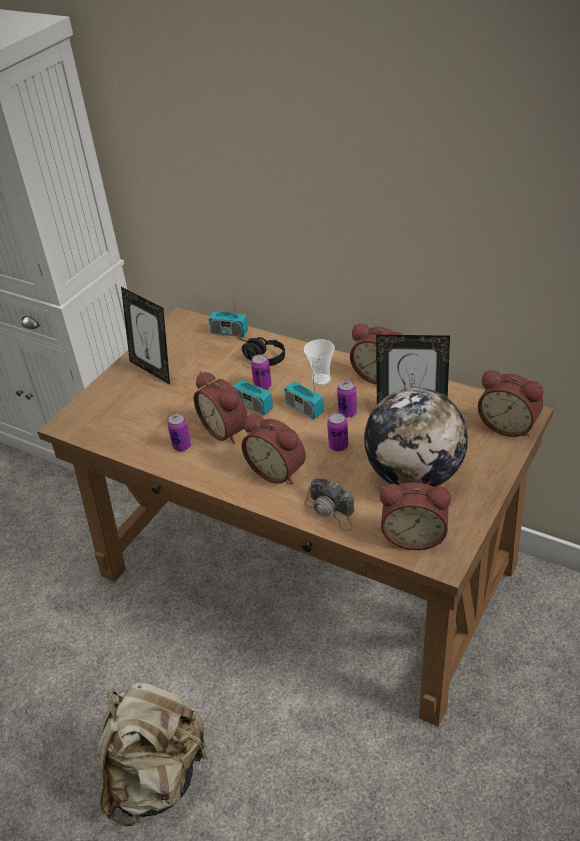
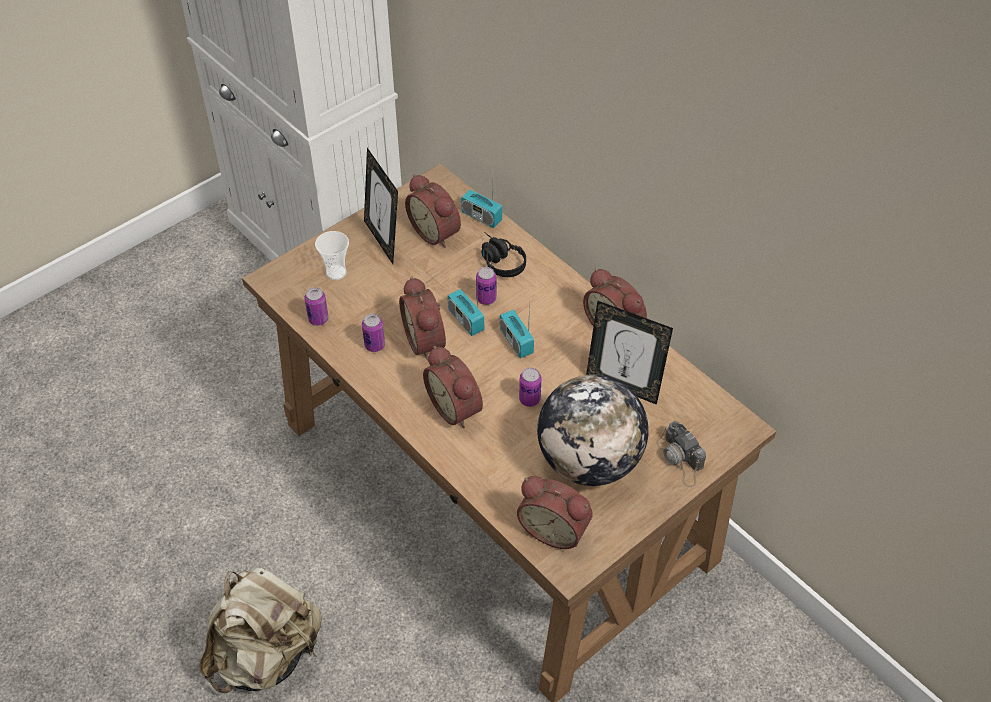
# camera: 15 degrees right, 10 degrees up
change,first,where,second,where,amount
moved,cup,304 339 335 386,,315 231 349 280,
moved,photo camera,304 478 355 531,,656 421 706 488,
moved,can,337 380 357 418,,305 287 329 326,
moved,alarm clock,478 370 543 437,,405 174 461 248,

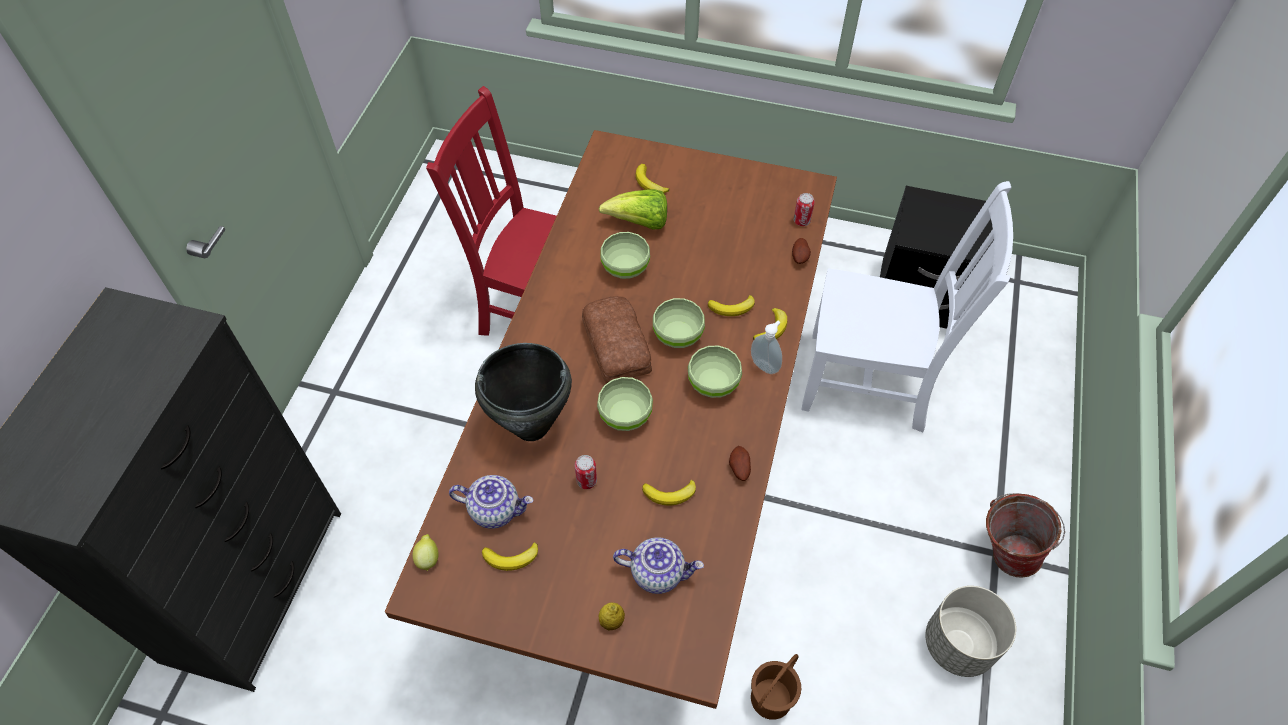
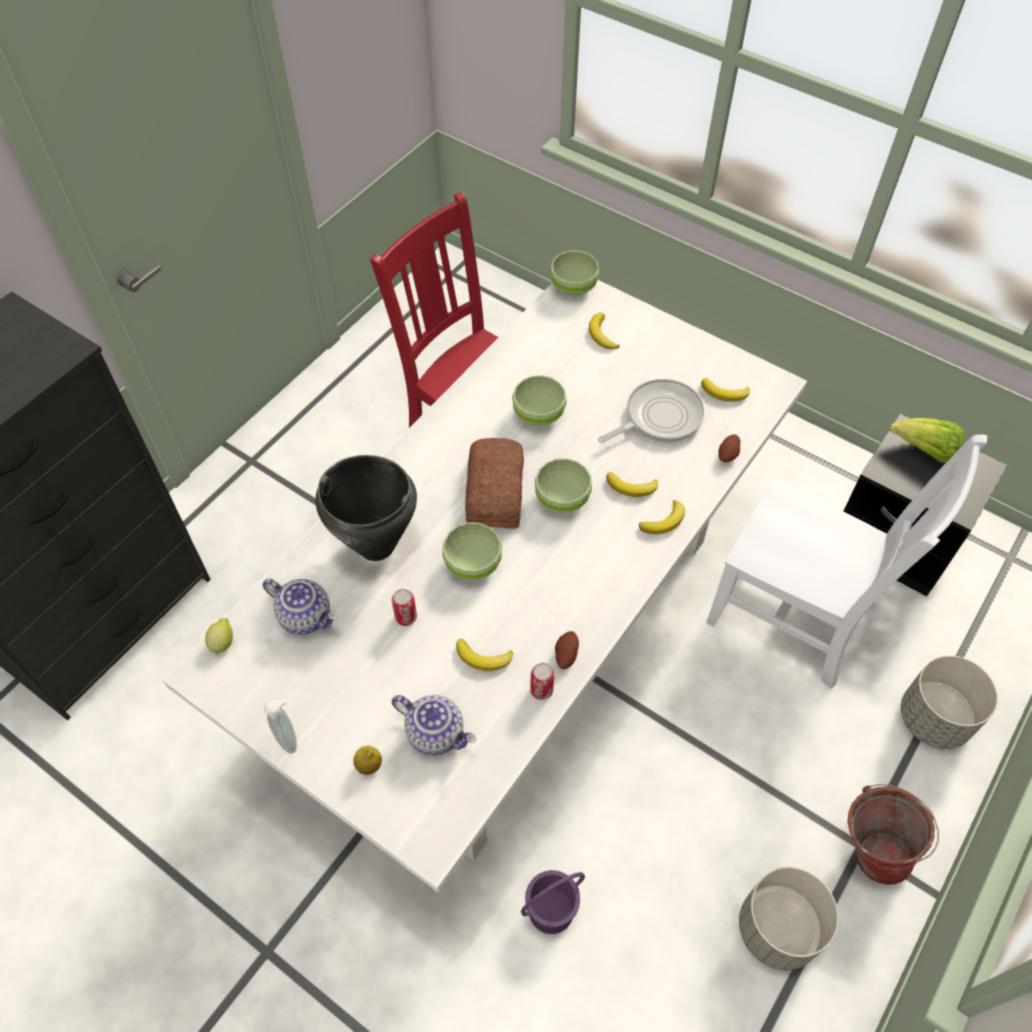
# camera: 20 degrees right, 0 degrees up
change,first,where,second,where,amount
recoloured,brown dining table,385 130 837 709,white dining table,162 280 807 892,
moved,banana,482 542 538 571,,701 378 750 402,
moved,lettuce,598 189 667 230,,890 418 965 463,
moved,green bowl,688 346 742 398,,550 250 599 296,
moved,soap dispenser,751 321 782 374,,264 699 297 754,
recoloured,brown bucket,751 654 801 720,purple bucket,521 870 585 934,
moved,can,794 193 815 226,,530 663 554 700,
added,,,frying pan,598 379 705 443,
added,,,grey planter,901 656 998 749,

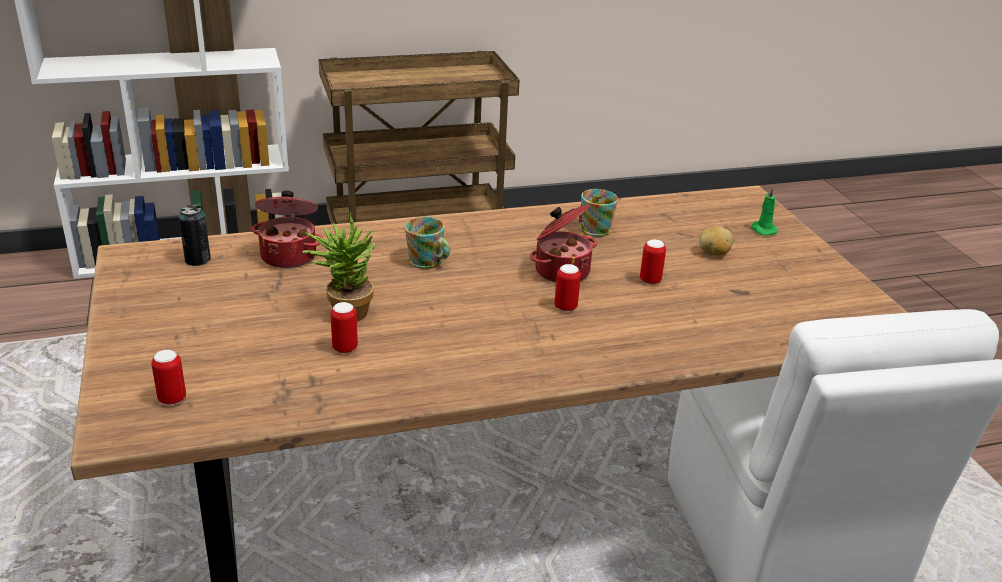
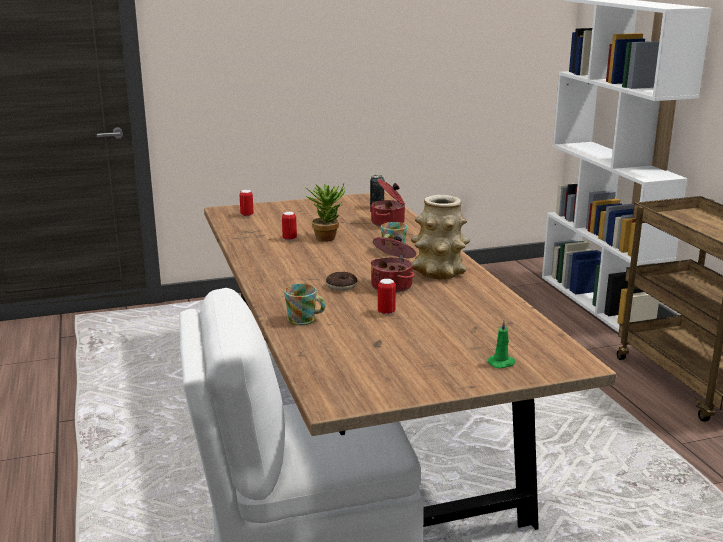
# camera: 90 degrees right, 10 degrees down
change,first,where,second,where,amount
replaced,can,554 264 581 312,donut,326 272 358 291,
moved,mug,580 189 618 237,,284 284 326 325,
removed,potato,699 226 733 255,,,
added,,,vase,411 195 470 279,

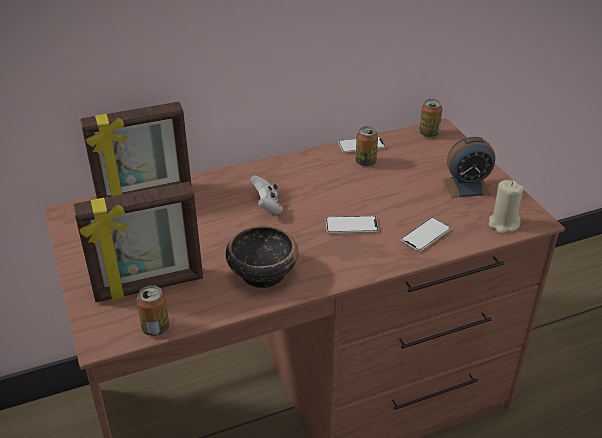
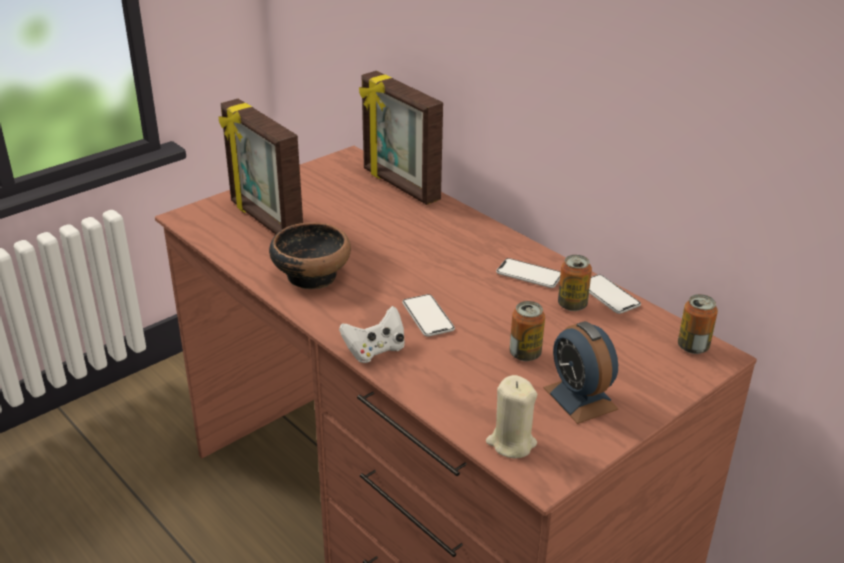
# camera: 70 degrees right, 5 degrees down
change,first,where,second,where,amount
moved,can,137 285 169 336,,510 301 545 361,
moved,white game controller,250 175 283 215,,339 306 405 363,
moved,phone,401 217 451 251,,496 258 561 288,

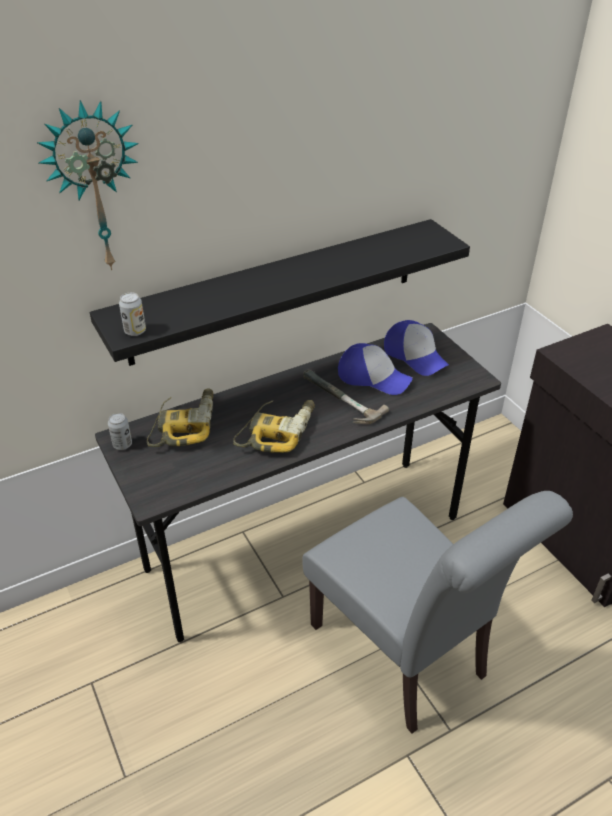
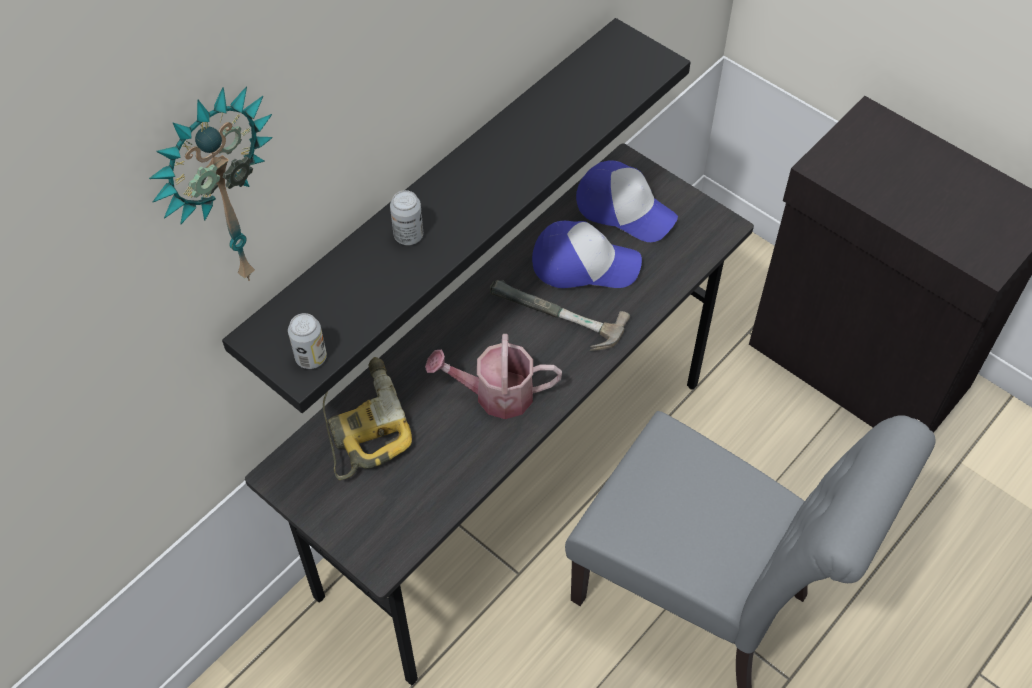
# camera: 20 degrees left, 15 degrees up
change,first,where,second,where,amount
moved,can,108 413 132 450,,390 190 423 245,
replaced,power drill,233 400 315 453,watering can,425 334 562 419,

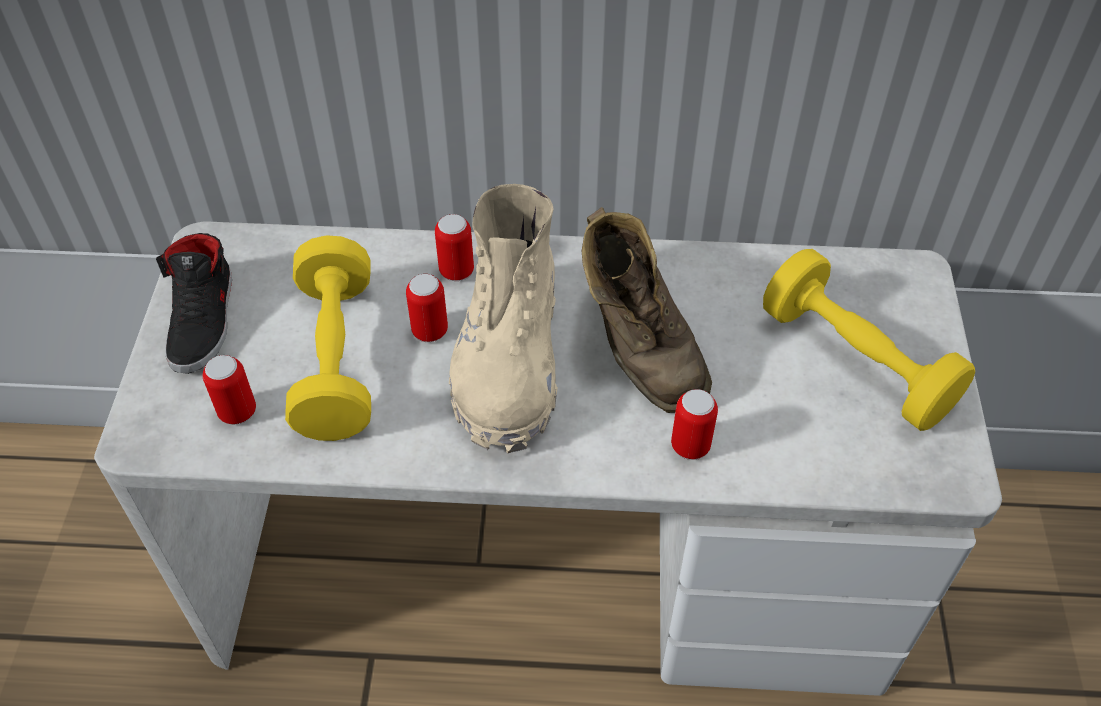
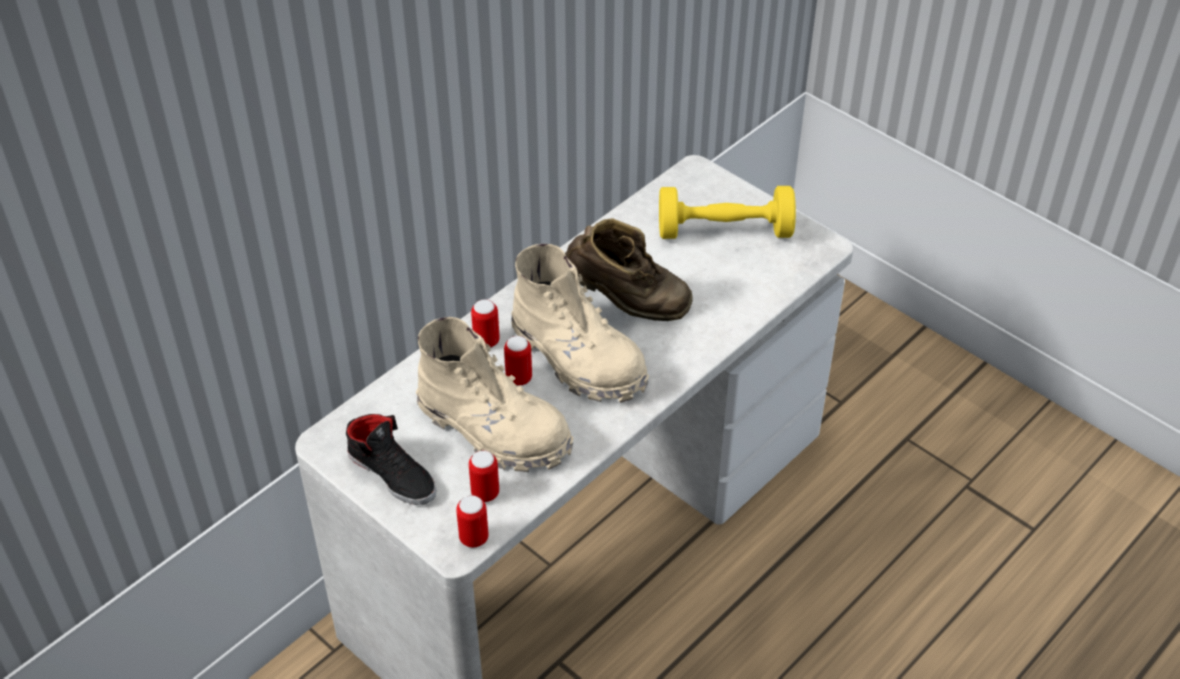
# camera: 50 degrees left, 5 degrees down
change,first,where,second,where,amount
replaced,yellow dumbbell,285 235 371 441,beige boot,416 317 574 472,
moved,can,671 389 718 460,,456 495 489 548,

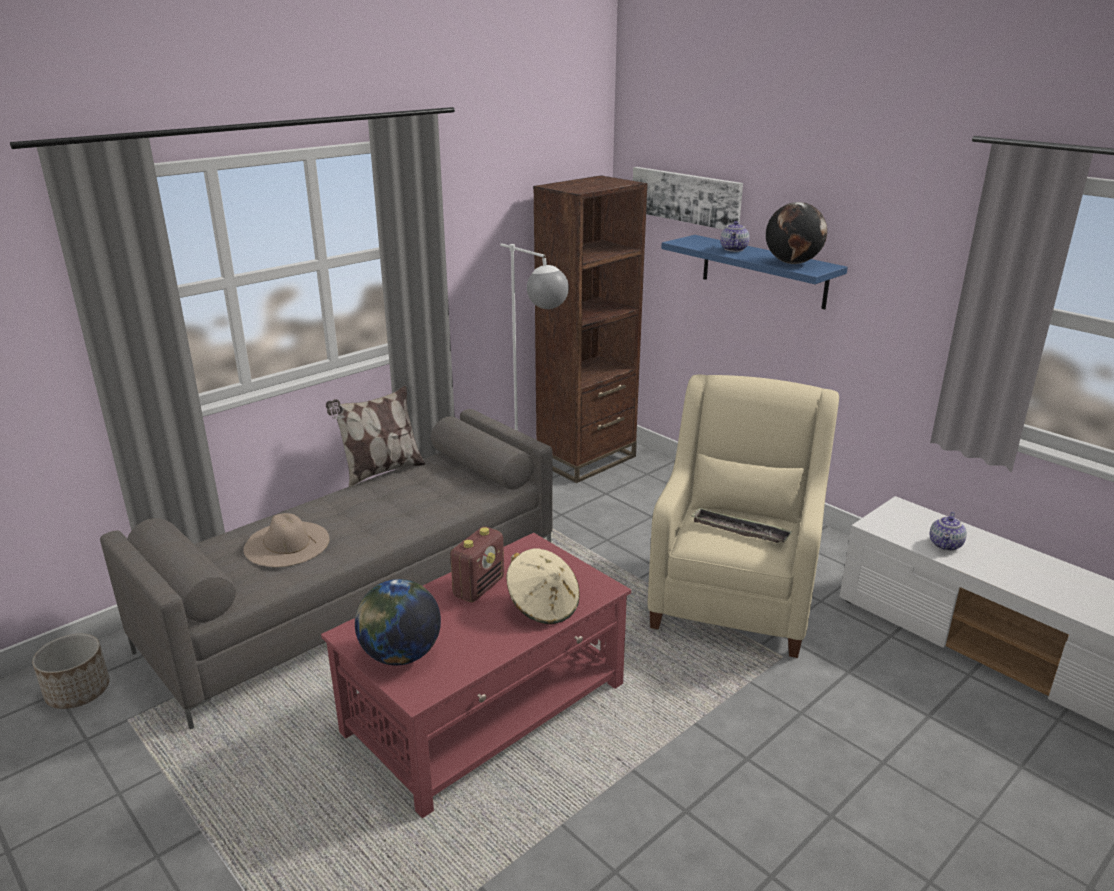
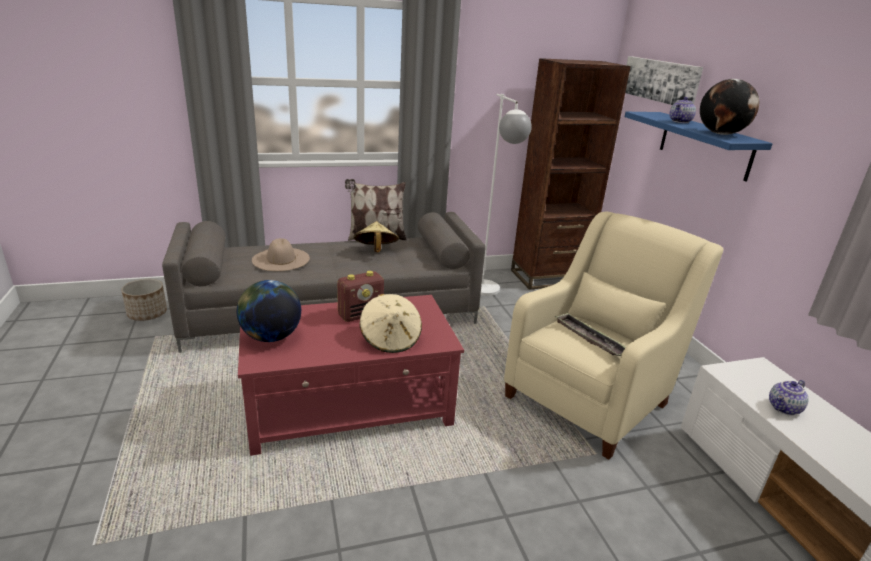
# camera: 25 degrees right, 0 degrees up
change,first,where,second,where,amount
added,,,beige hat,354 221 399 252,

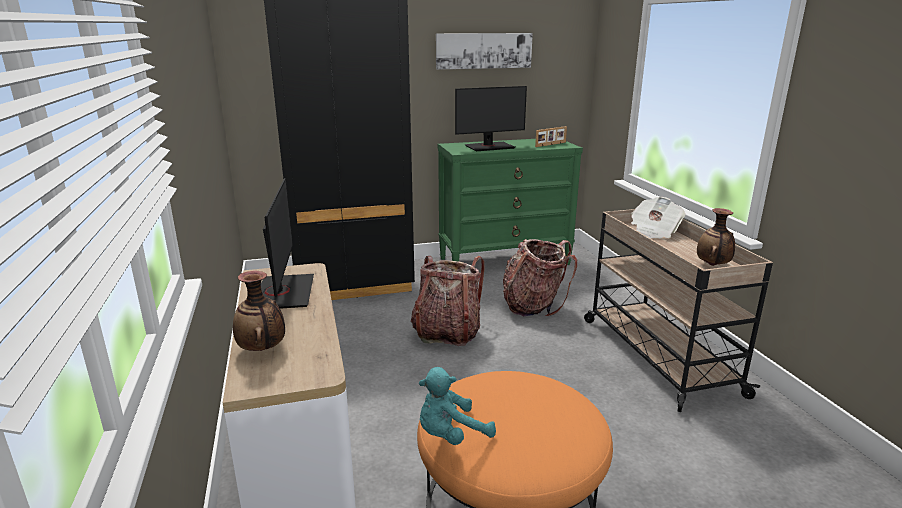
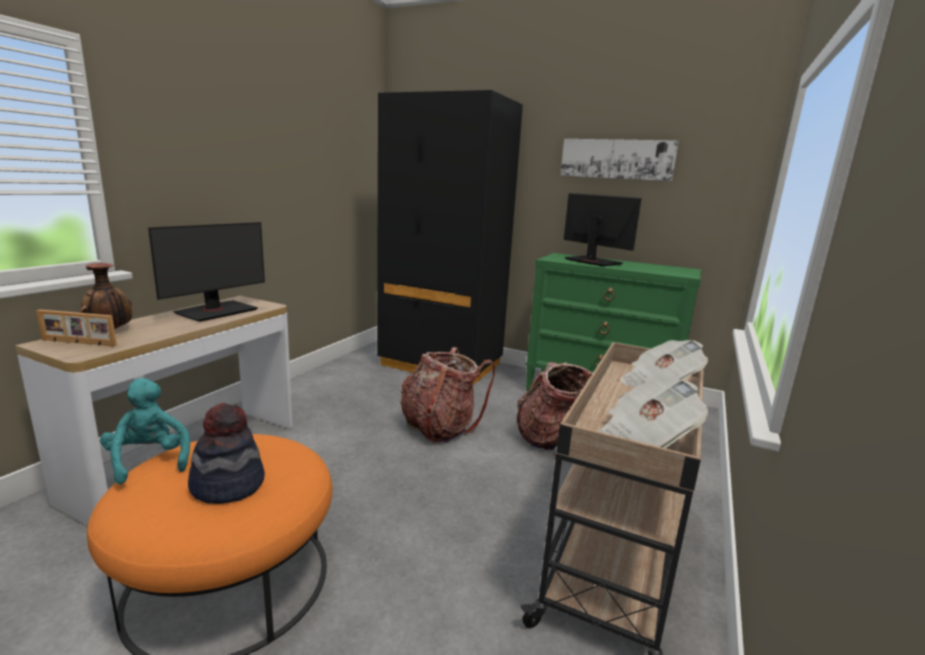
# camera: 40 degrees right, 5 degrees down
change,first,where,second,where,amount
turned,turquoise plush toy,419 367 496 445,,100 378 190 484,45 degrees clockwise
turned,monitor,455 86 527 151,,563 193 641 266,150 degrees counterclockwise
moved,picture frame,535 126 567 147,,36 309 117 346,
replaced,vase,697 208 735 266,newspaper,598 379 708 448,
added,,,hat,188 403 265 504,

